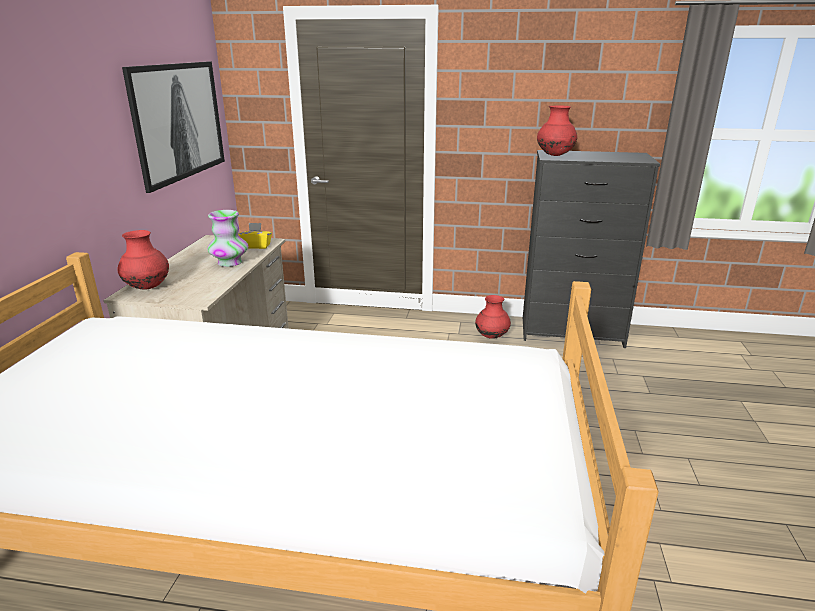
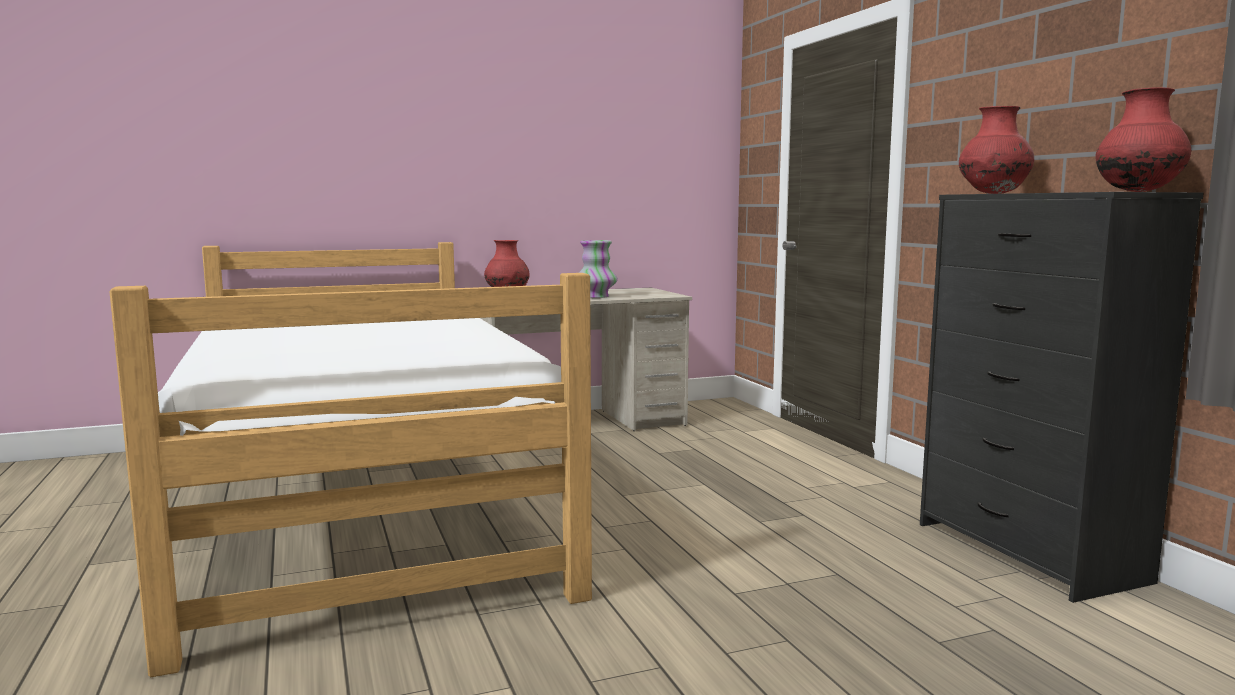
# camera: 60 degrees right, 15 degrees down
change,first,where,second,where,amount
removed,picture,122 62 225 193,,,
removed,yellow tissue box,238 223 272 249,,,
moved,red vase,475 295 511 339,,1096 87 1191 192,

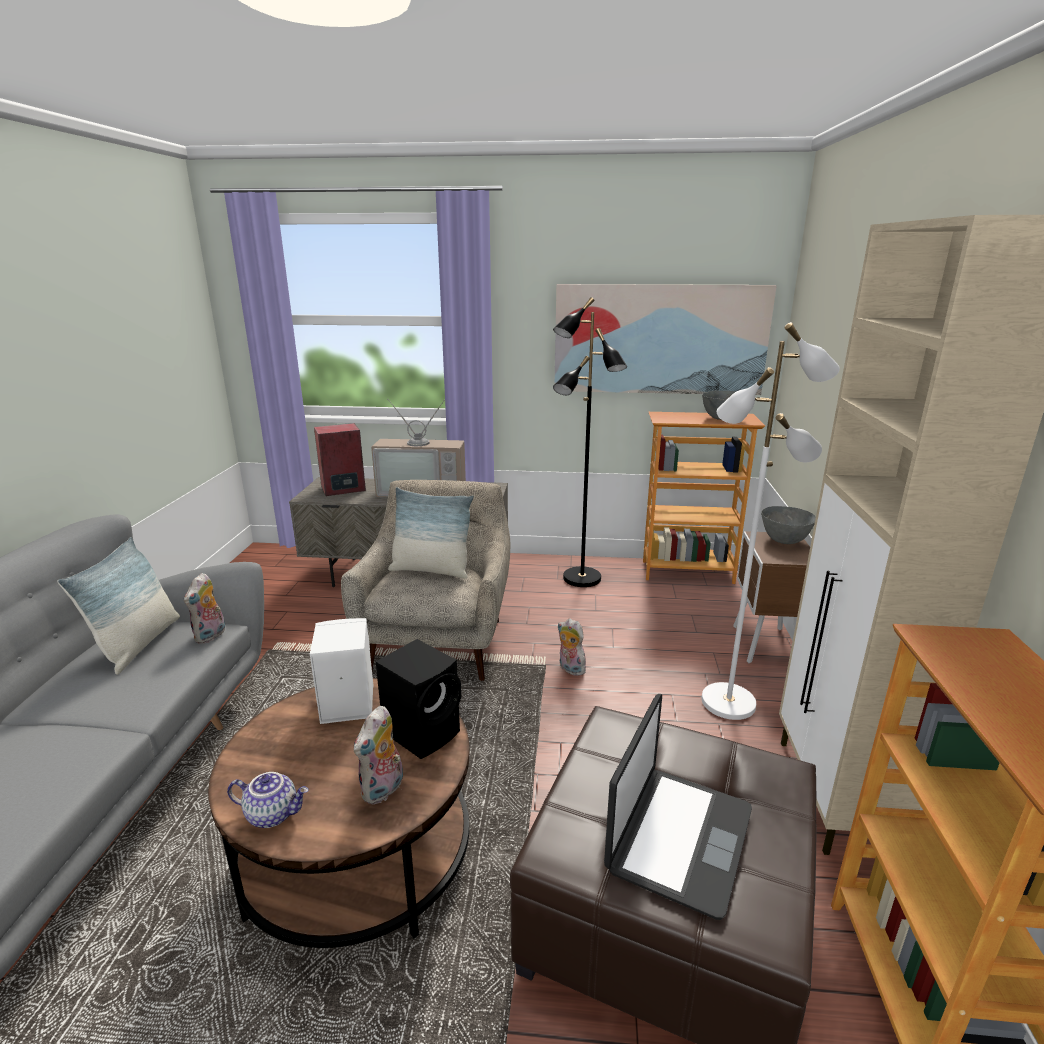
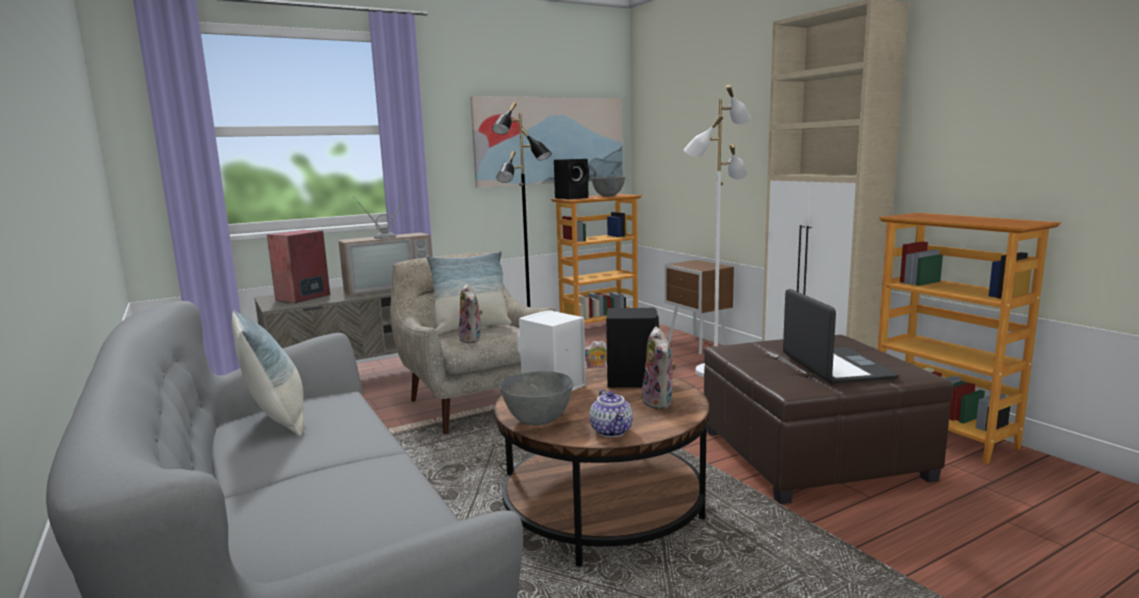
# camera: 35 degrees left, 10 degrees down
change,first,where,second,where,amount
moved,plush toy,184 573 225 644,,458 283 483 343,
turned,teapot,227 772 309 828,,589 390 633 437,105 degrees clockwise
moved,grey bowl,761 506 816 544,,499 371 574 425,
added,,,black speaker,554 159 589 200,

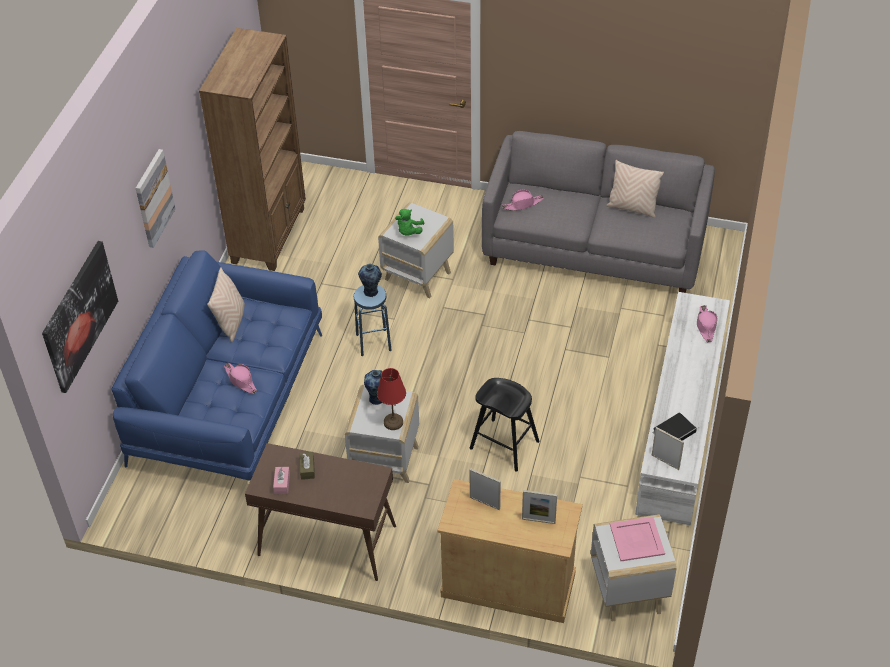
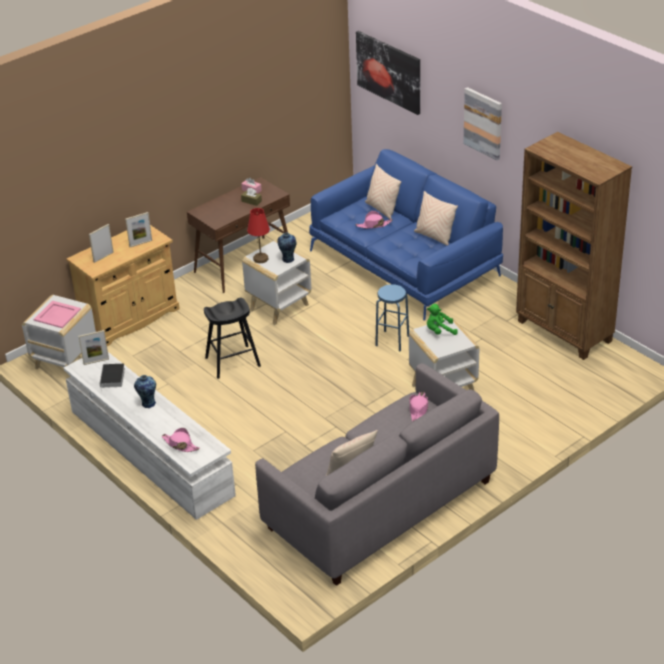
# camera: 125 degrees right, 10 degrees down
change,first,where,second,where,amount
moved,vase,358 264 382 297,,134 375 156 408,
turned,green plush toy,395 209 425 236,,427 304 458 335,60 degrees counterclockwise
added,,,beige pillow,365 164 401 219,

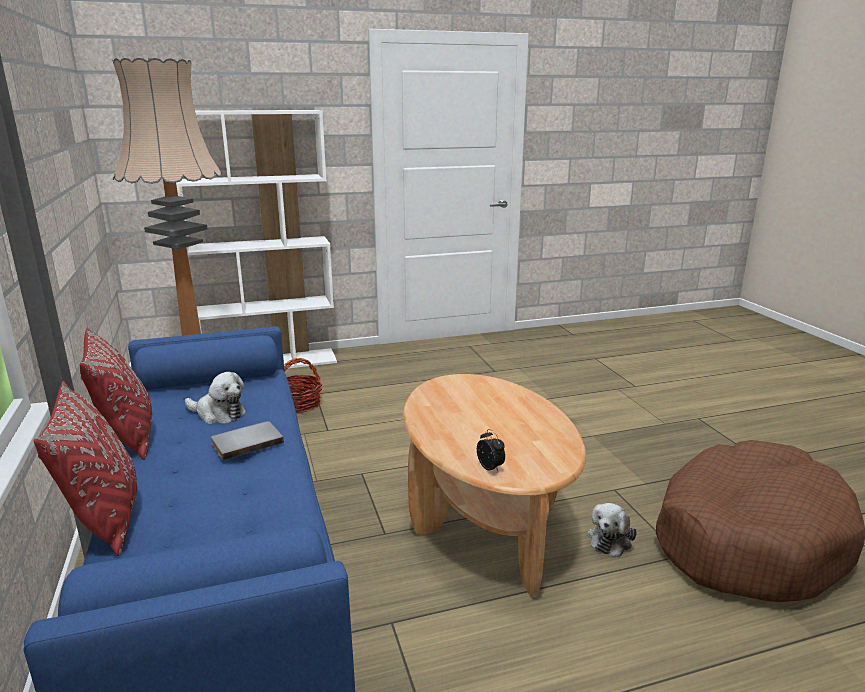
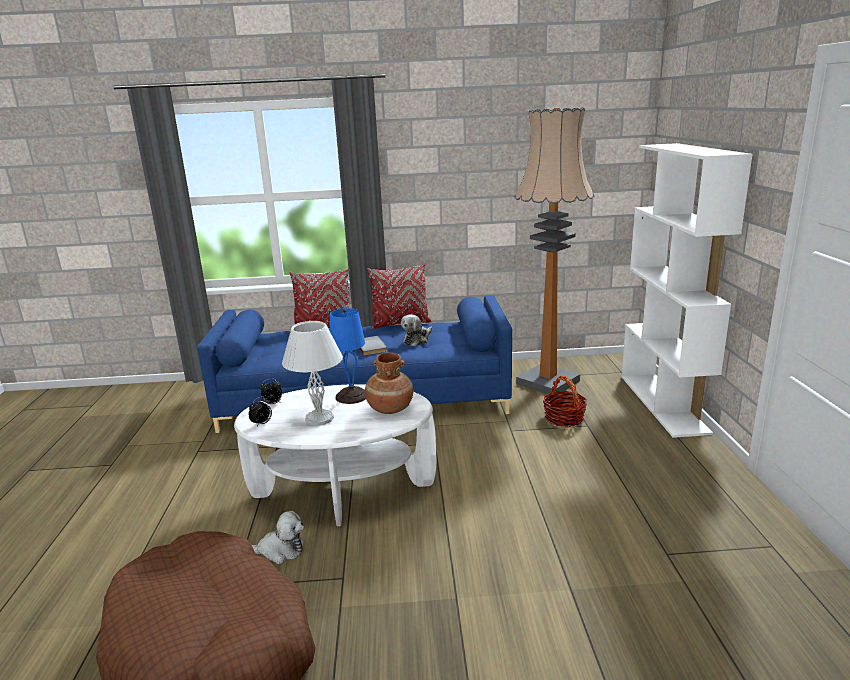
# camera: 105 degrees right, 0 degrees up
change,first,where,second,where,amount
recoloured,brown coffee table,403 374 586 597,white coffee table,234 384 436 526,
turned,plush toy,587 503 637 557,,251 511 304 564,135 degrees clockwise
added,,,alarm clock,249 396 272 427,
added,,,white table lamp,282 321 343 426,
added,,,blue table lamp,330 308 366 404,
added,,,brown vase,365 352 413 414,

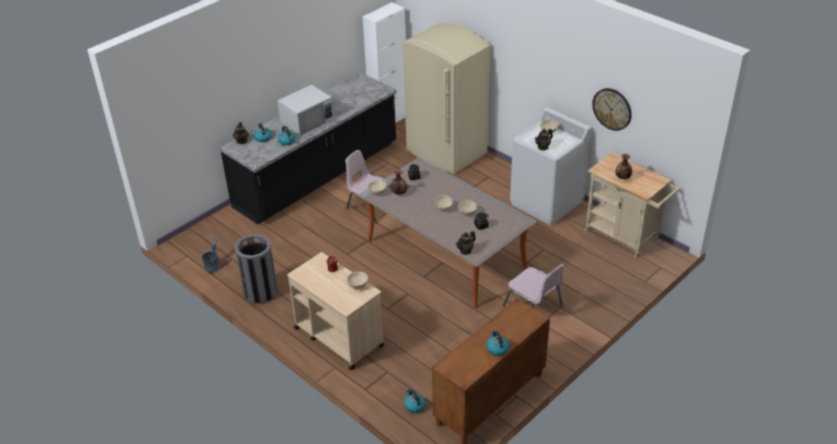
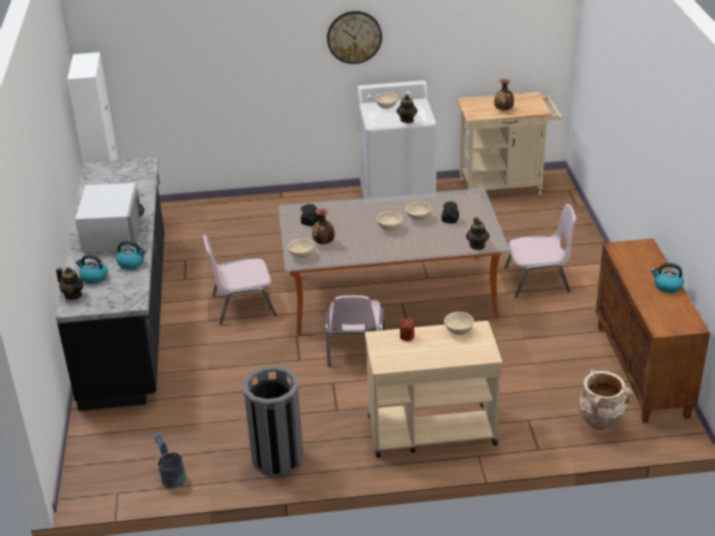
# camera: 50 degrees left, 5 degrees down
change,first,where,second,where,amount
removed,beige fridge,403 23 490 174,,,
replaced,kettle,404 389 426 413,beige vase,579 369 633 430,
moved,wall clock,592 88 632 131,,327 11 382 64,
added,,,pink chair,325 295 385 367,

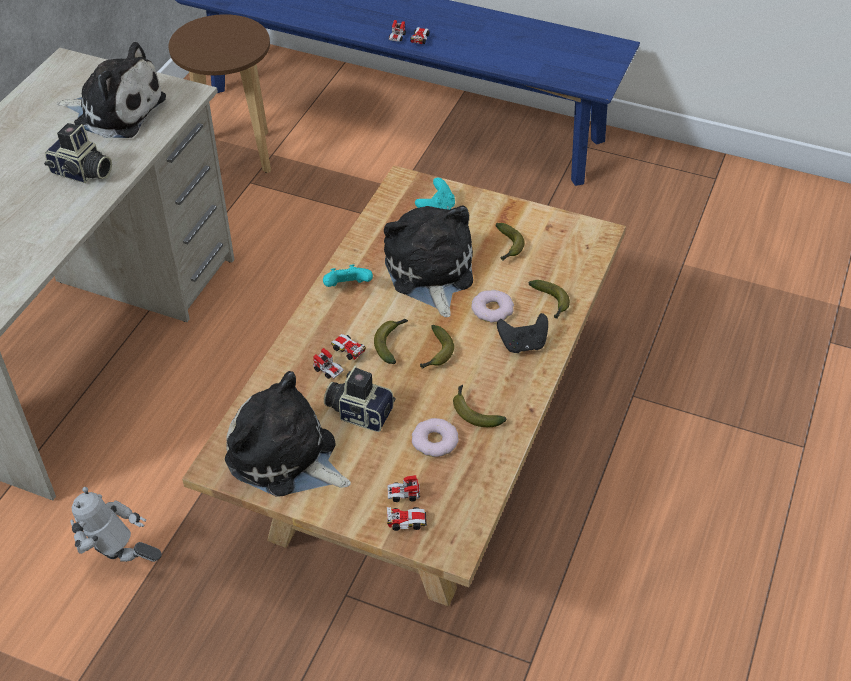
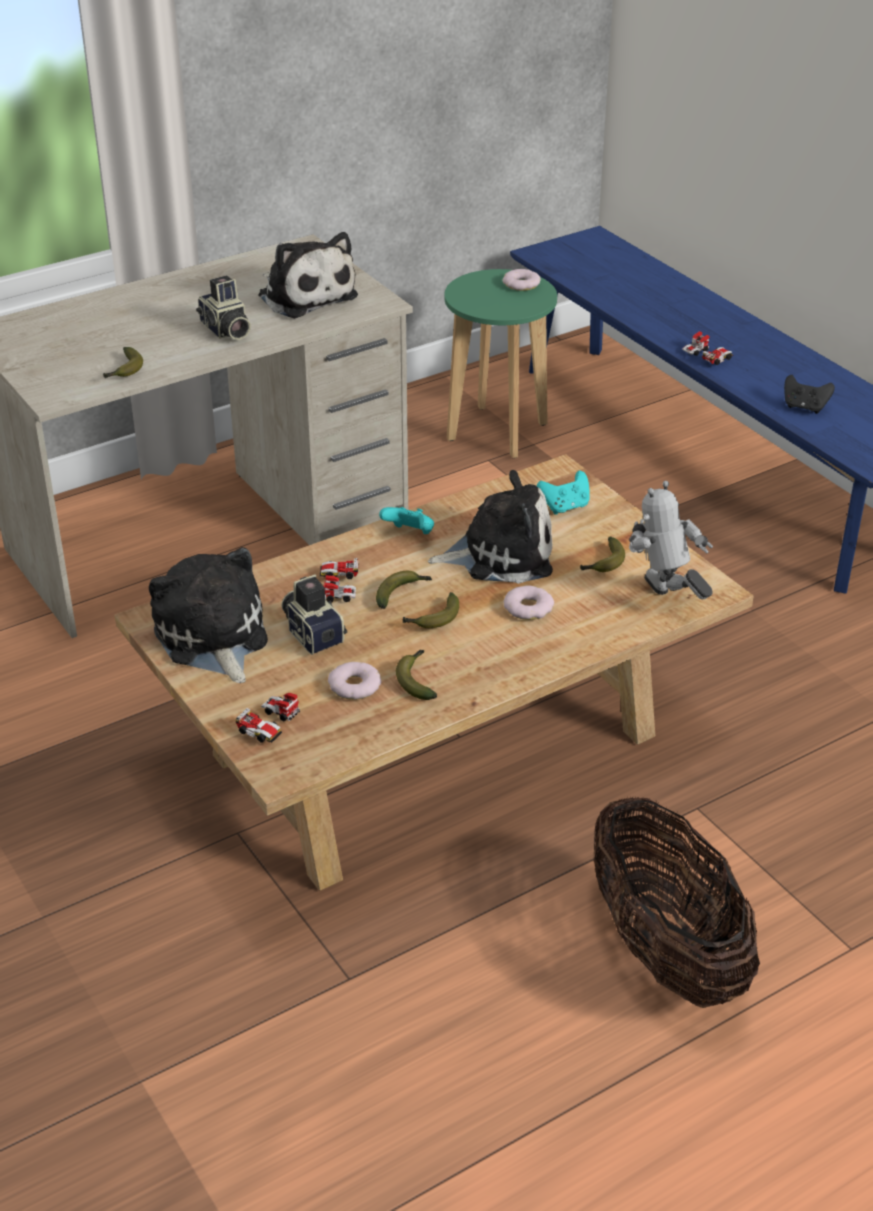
# camera: 35 degrees right, 10 degrees down
change,first,where,second,where,amount
moved,toy robot,70 487 162 562,,629 481 713 600,
recoloured,brown stool,169 14 271 173,green stool,445 269 557 458,
turned,toy car,313 334 366 379,,320 558 359 602,75 degrees counterclockwise
turned,plush toy,384 205 473 317,,428 470 553 584,60 degrees clockwise
moved,black game controller,497 313 548 353,,784 375 835 414,
moved,banana,529 280 570 319,,103 347 143 378,
added,,,donut,502 269 541 291,
added,,,basket,594 796 760 1008,

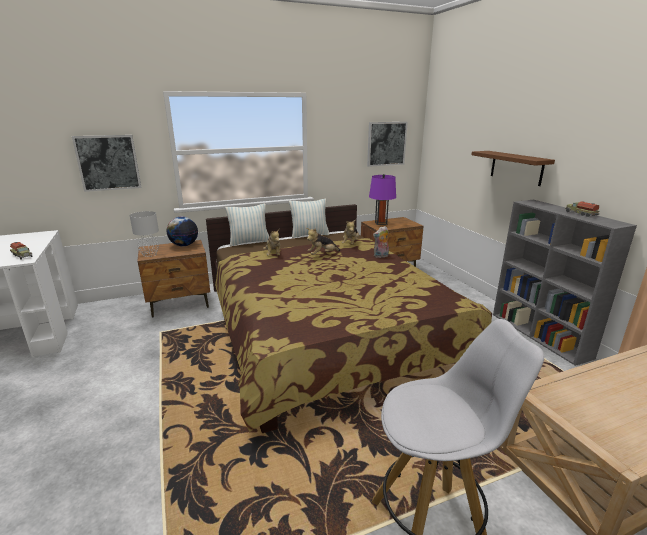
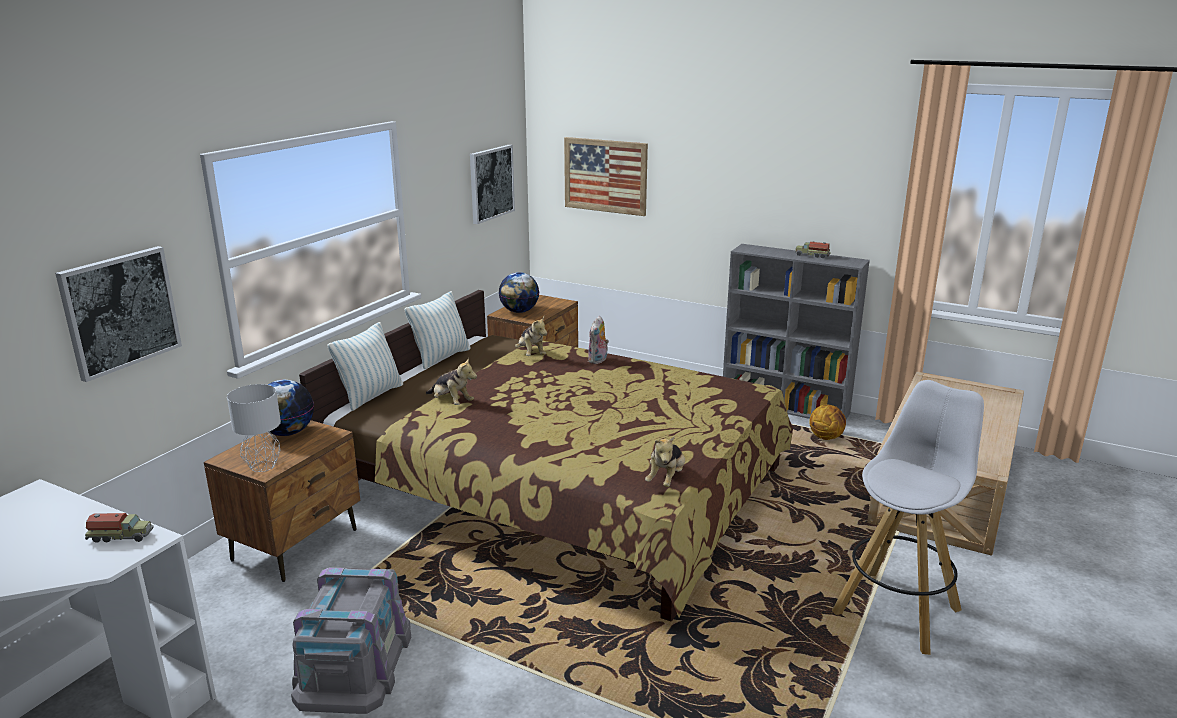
# camera: 40 degrees left, 0 degrees up
change,first,where,second,where,amount
moved,plush toy,307 228 340 255,,645 436 685 487,
replaced,purple table lamp,369 174 396 225,globe,499 272 539 313,
removed,brown shelf,472 151 555 186,,,
added,,,grey storage box,291 567 411 714,
added,,,picture,564 137 648 216,
added,,,basketball,809 405 846 440,

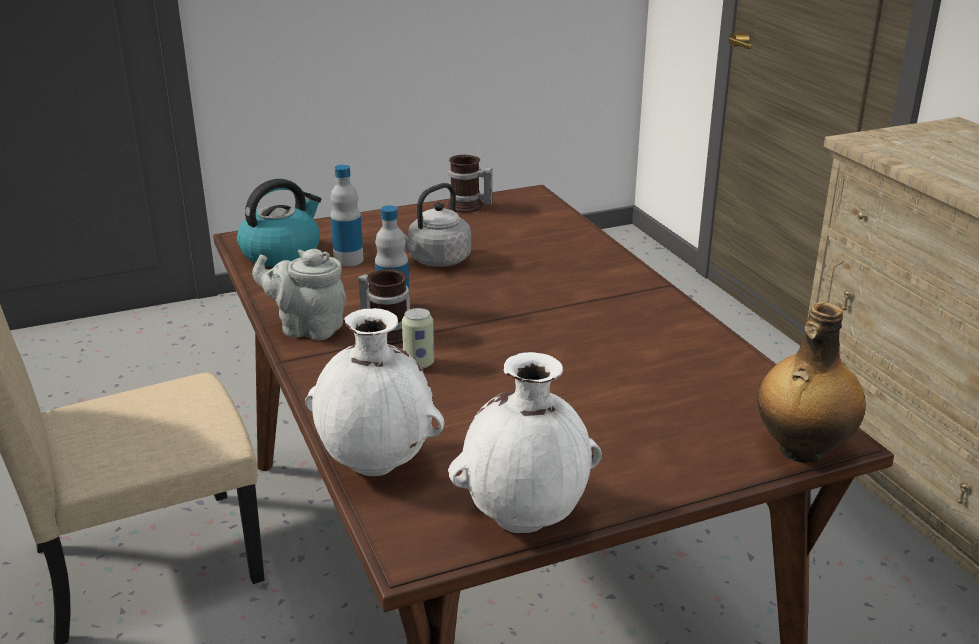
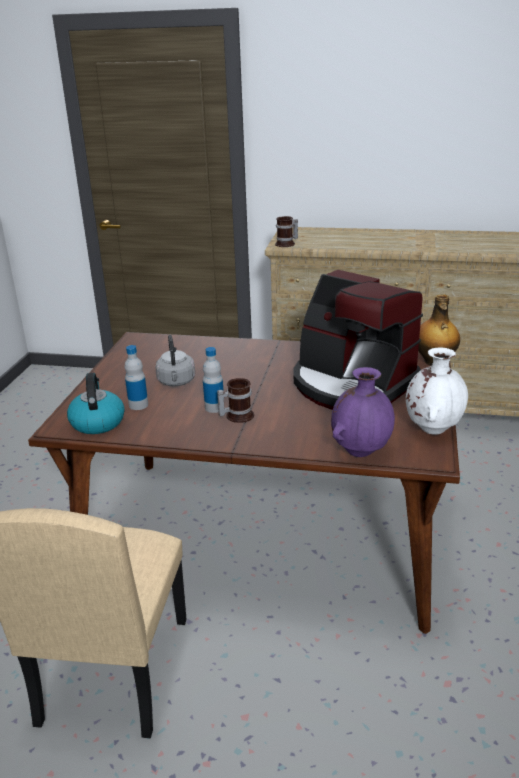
# camera: 55 degrees left, 0 degrees up
change,first,where,second,where,amount
removed,grey teapot,252 249 346 340,,,
recoloured,white vase,305 308 444 476,purple vase,331 367 395 457,
removed,can,402 308 434 369,,,
moved,mug,447 155 493 213,,275 216 298 247,
added,,,coffee machine,293 270 423 410,

